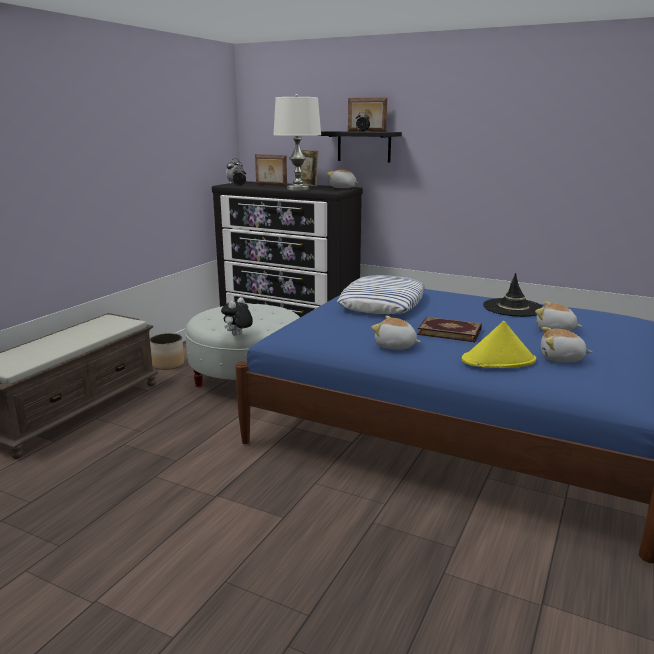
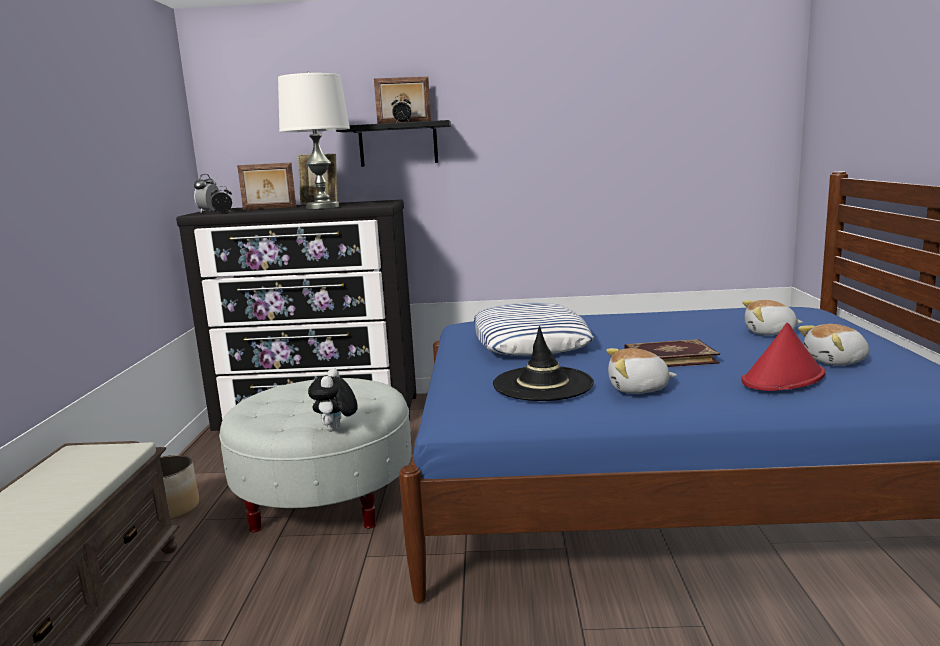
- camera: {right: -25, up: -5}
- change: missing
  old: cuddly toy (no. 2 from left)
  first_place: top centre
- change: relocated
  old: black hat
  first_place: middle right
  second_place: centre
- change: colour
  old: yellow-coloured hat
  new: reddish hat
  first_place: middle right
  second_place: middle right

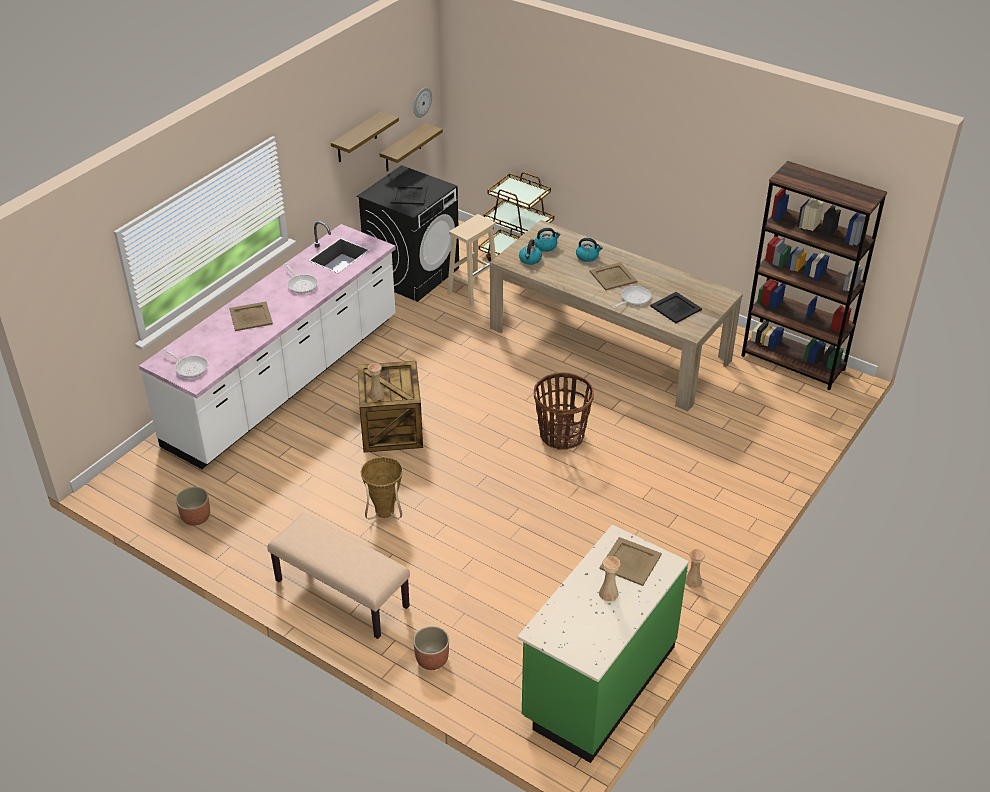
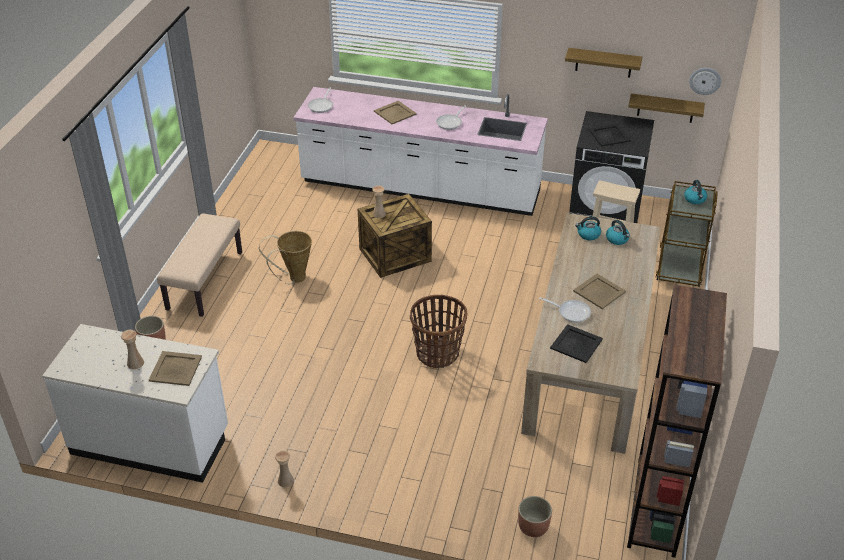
- camera: {right: 70, up: 0}
- change: relocated
  old: flower pot (no. 1 from left in the first image)
  new: flower pot (no. 2 from left)
  first_place: middle left
  second_place: bottom centre
- change: relocated
  old: water kettle (no. 3 from left)
  first_place: top centre
  second_place: middle right
- change: colour
  old: greenish counter
  new: white-coloured counter (no. 1 from left)
  first_place: bottom centre
  second_place: bottom left

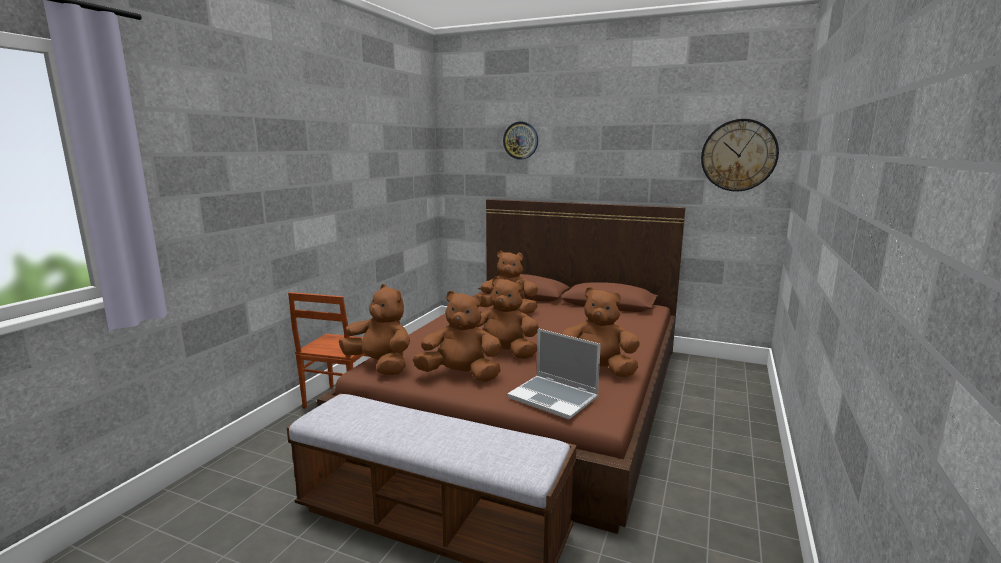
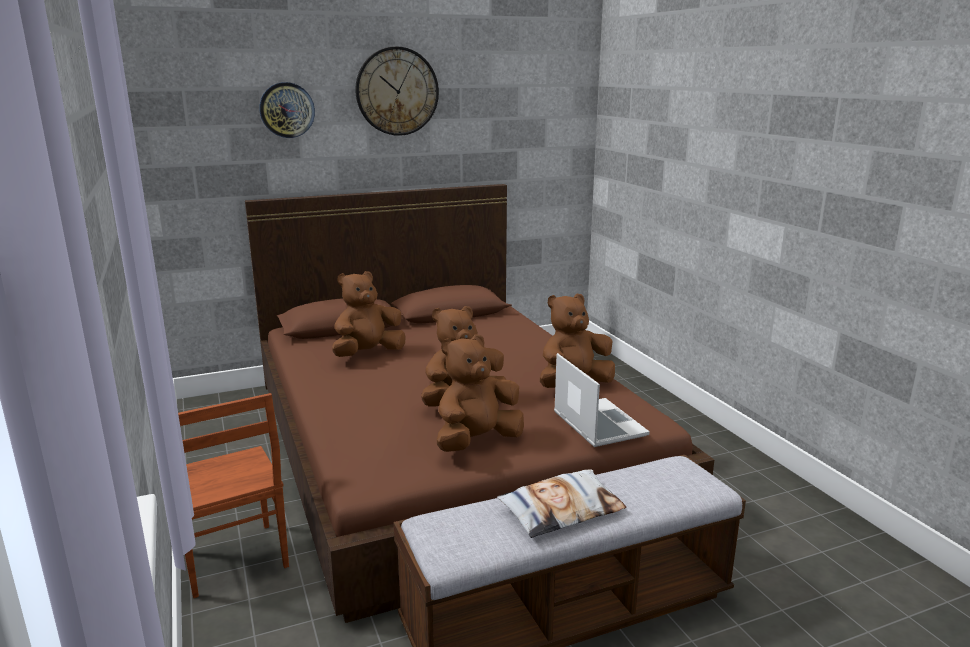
- camera: {right: -45, up: 5}
- change: missing
  old: brown cuddly toy (no. 1 from left)
  first_place: centre
- change: appeared
  new: throw pillow
  second_place: bottom centre
- change: relocated
  old: clock on the wall (no. 2 from left)
  first_place: top right
  second_place: top centre
- change: spun
  old: portable computer
  first_place: centre
  second_place: centre
  degrees: -105

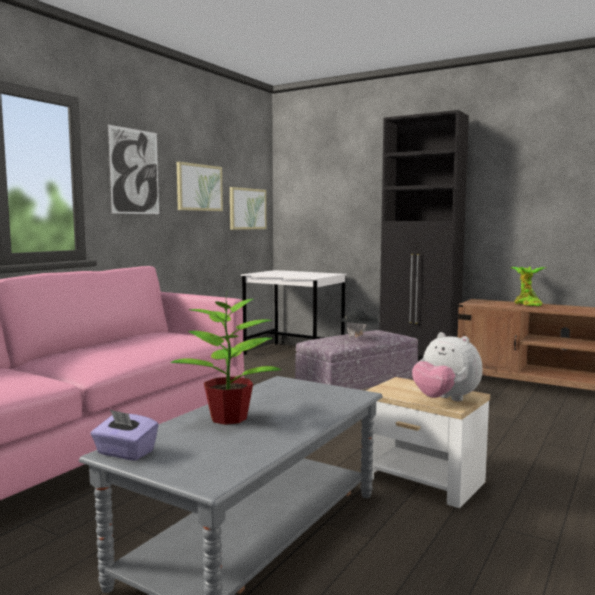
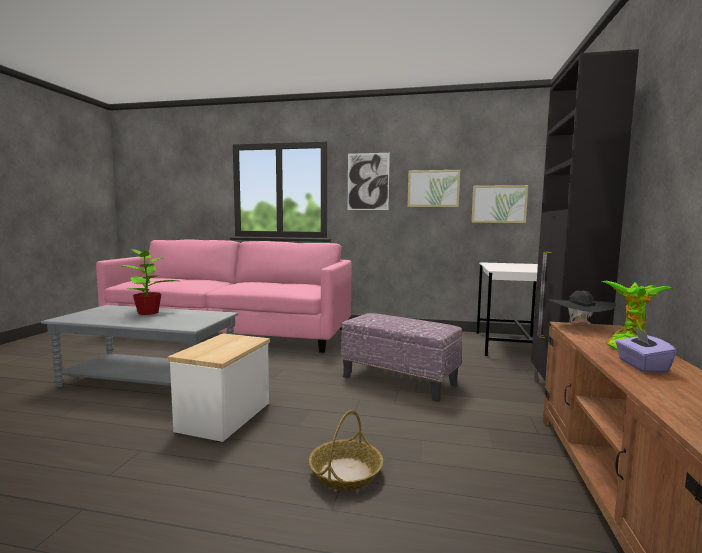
- camera: {right: 70, up: 0}
- change: missing
  old: cuddly toy
  first_place: middle right
- change: appeared
  new: household basket
  second_place: bottom centre
- change: relocated
  old: purple-coloured box of tissues
  first_place: bottom left
  second_place: middle right
- change: relocated
  old: black hat
  first_place: centre
  second_place: middle right

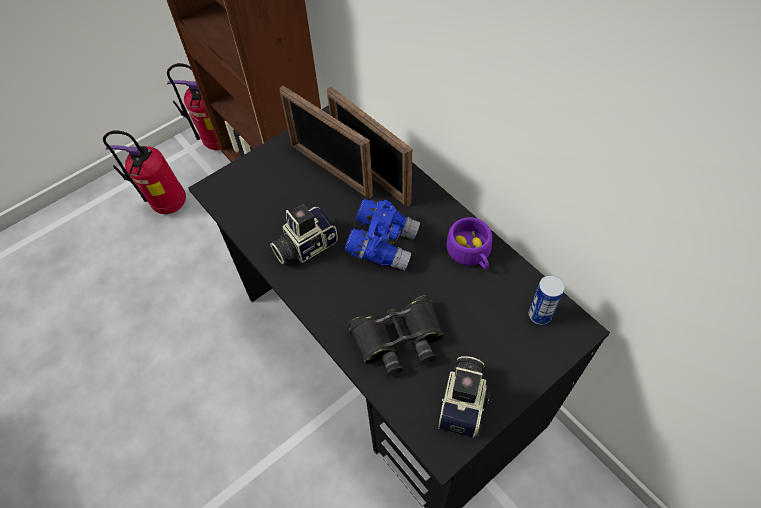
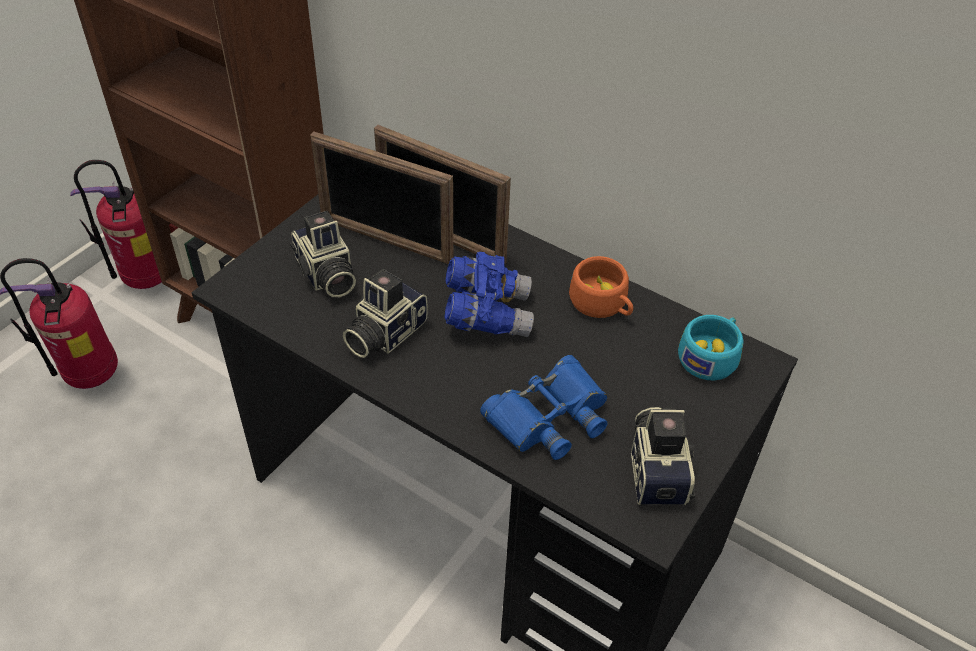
- camera: {right: -20, up: -10}
- change: appeared
  new: photo camera (no. 1 from left)
  second_place: middle left
- change: exchanged
  old: sealed can
  new: turquoise cup
  first_place: middle right
  second_place: middle right
- change: colour
  old: black field glasses
  new: bluish field glasses (no. 2 from left)
  first_place: centre
  second_place: centre
- change: colour
  old: purple-coloured cup
  new: orange cup
  first_place: centre
  second_place: centre

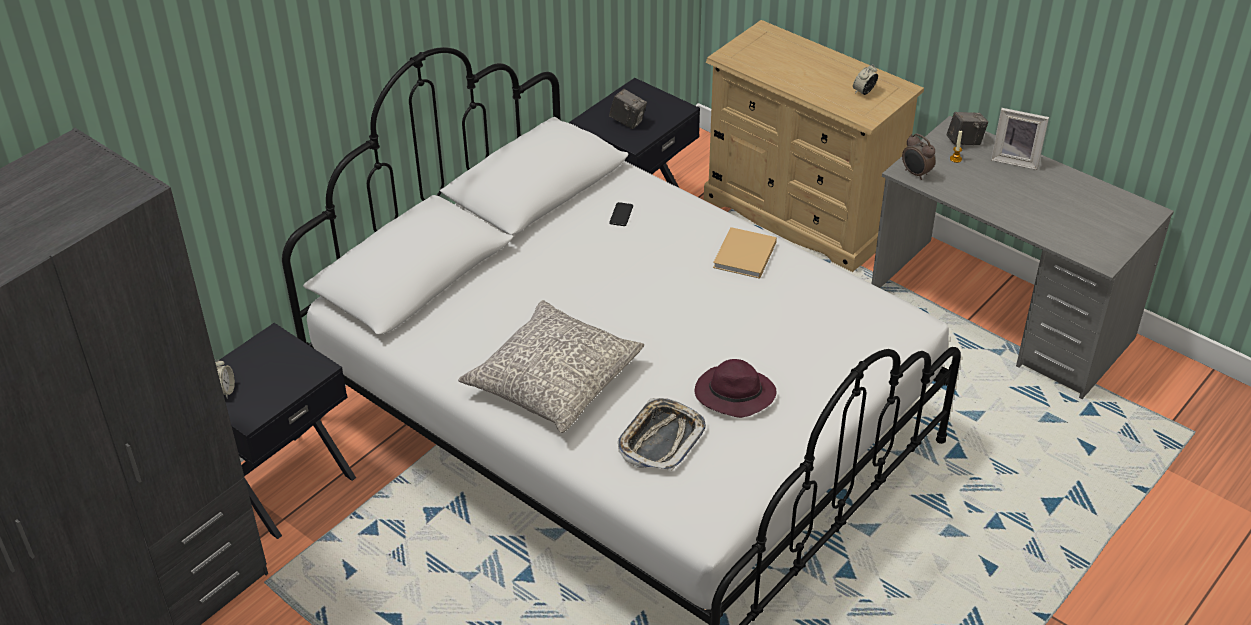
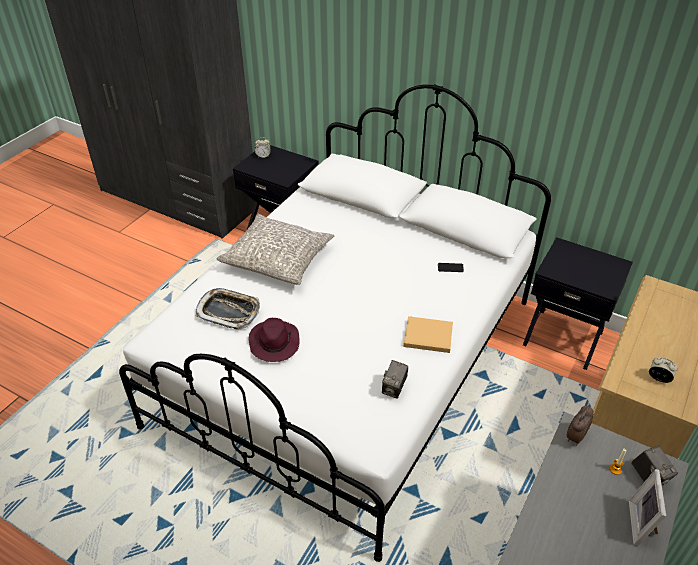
- camera: {right: 80, up: 0}
- change: relocated
  old: photo camera (no. 1 from left)
  first_place: top centre
  second_place: bottom centre

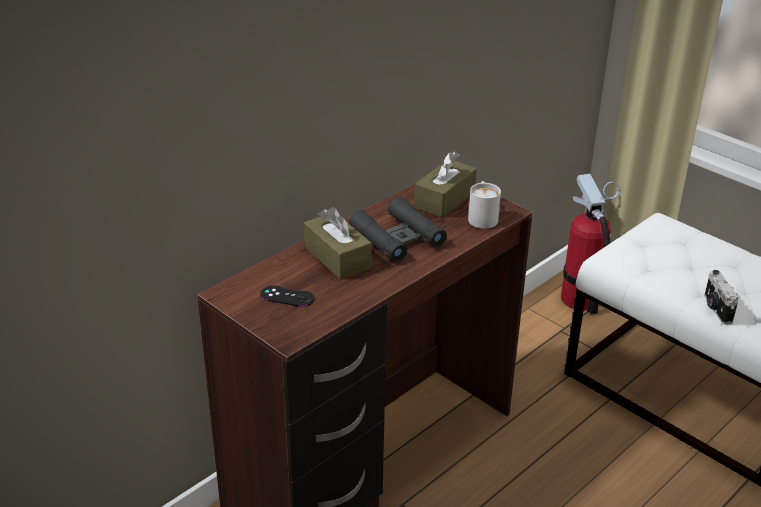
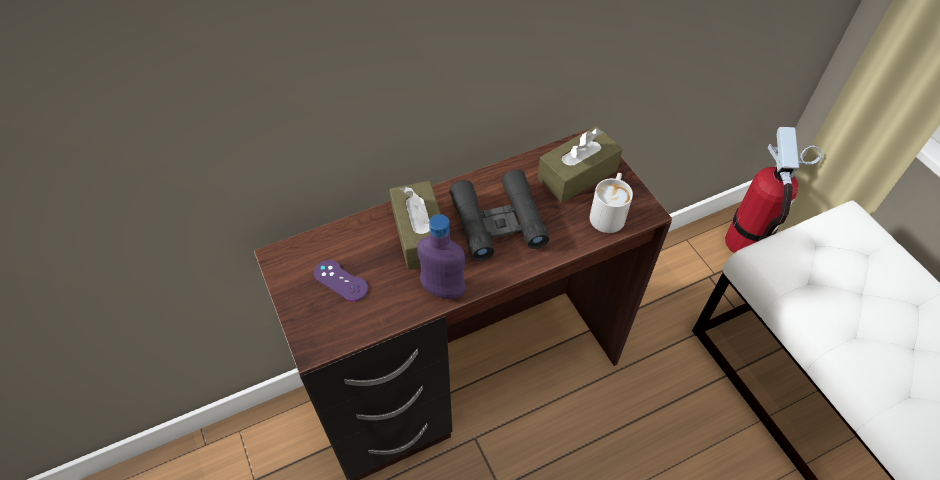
- camera: {right: 20, up: 20}
- change: missing
  old: photo camera
  first_place: middle right
- change: appeared
  new: purple-coloured beverage bottle
  second_place: centre
- change: colour
  old: black joypad
  new: purple-coloured joypad
  first_place: centre
  second_place: centre

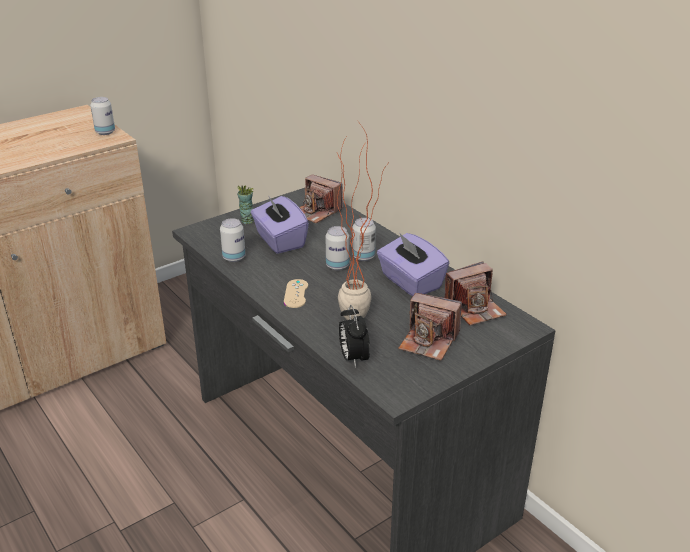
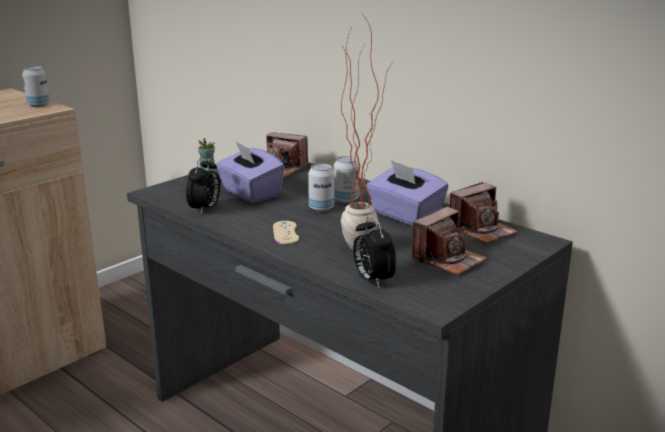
- camera: {right: -10, up: -10}
- change: exchanged
  old: sealed can (no. 2 from left)
  new: bedside clock (no. 1 from left)
  first_place: centre
  second_place: middle left
- change: spun
  old: photo camera (no. 2 from left)
  first_place: centre
  second_place: middle right
  degrees: -60

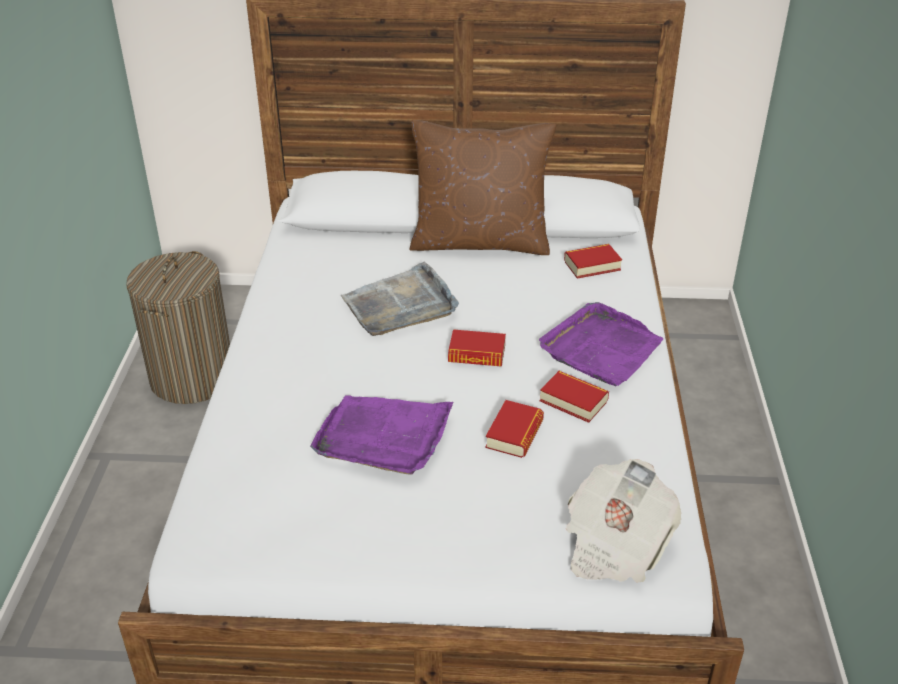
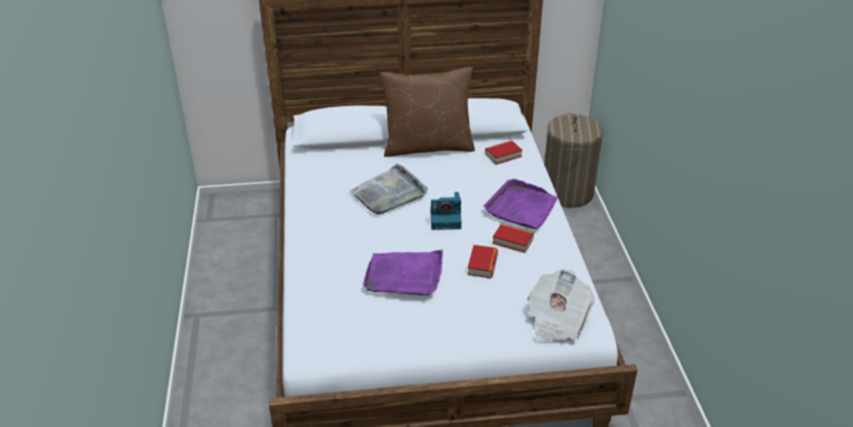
- camera: {right: -10, up: 0}
- change: relocated
  old: washing basket
  first_place: middle left
  second_place: middle right
- change: exchanged
  old: bound book (no. 1 from left)
  new: photo camera
  first_place: centre
  second_place: centre

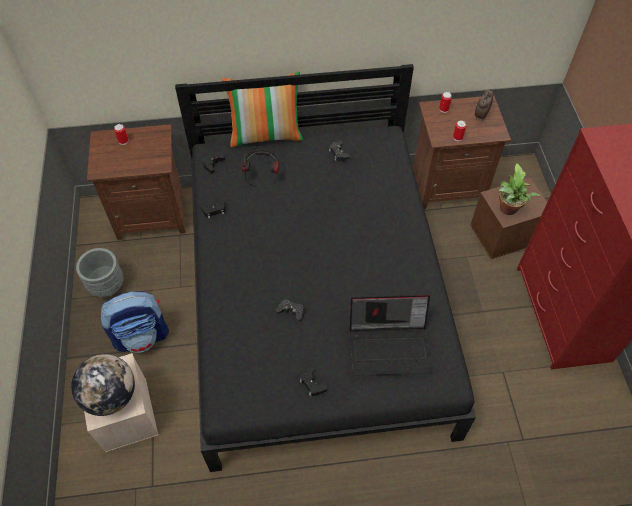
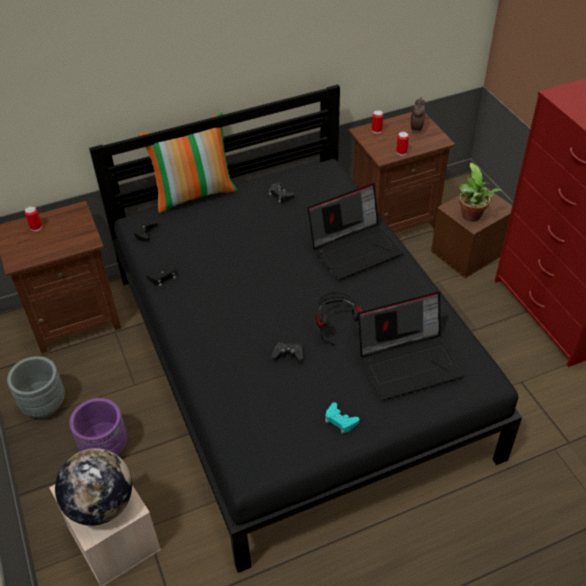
- camera: {right: -15, up: -10}
- change: appeared
  new: portable computer (no. 1 from left)
  second_place: centre
- change: relocated
  old: pair of headphones
  first_place: top centre
  second_place: centre
- change: exchanged
  old: backpack
  new: purple-coloured flower pot
  first_place: middle left
  second_place: bottom left
- change: colour
  old: black joypad (no. 4 from left)
  new: turquoise joypad
  first_place: bottom centre
  second_place: bottom centre

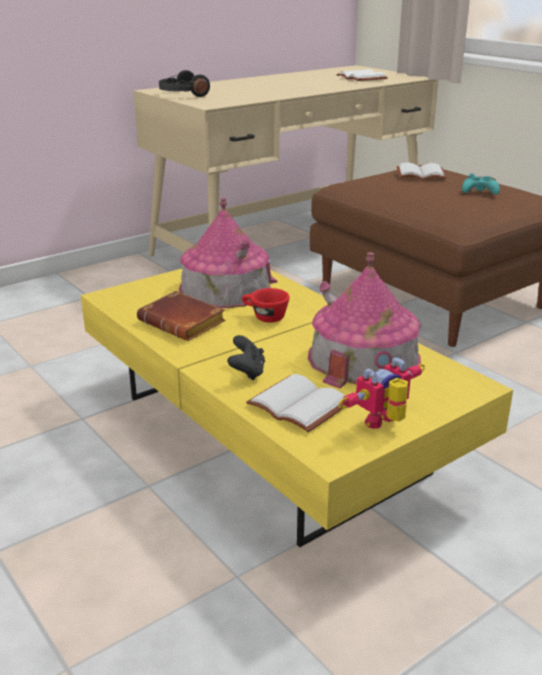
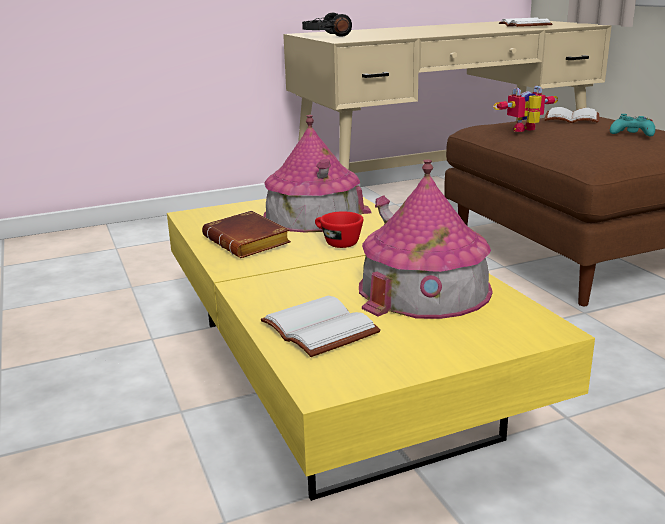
- camera: {right: 15, up: -5}
- change: missing
  old: black joypad
  first_place: centre
- change: relocated
  old: toy robot
  first_place: middle right
  second_place: top right

